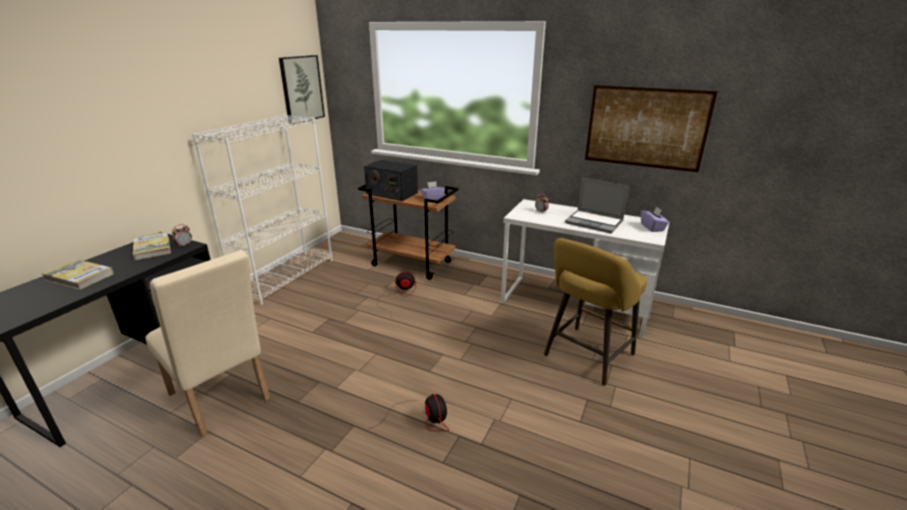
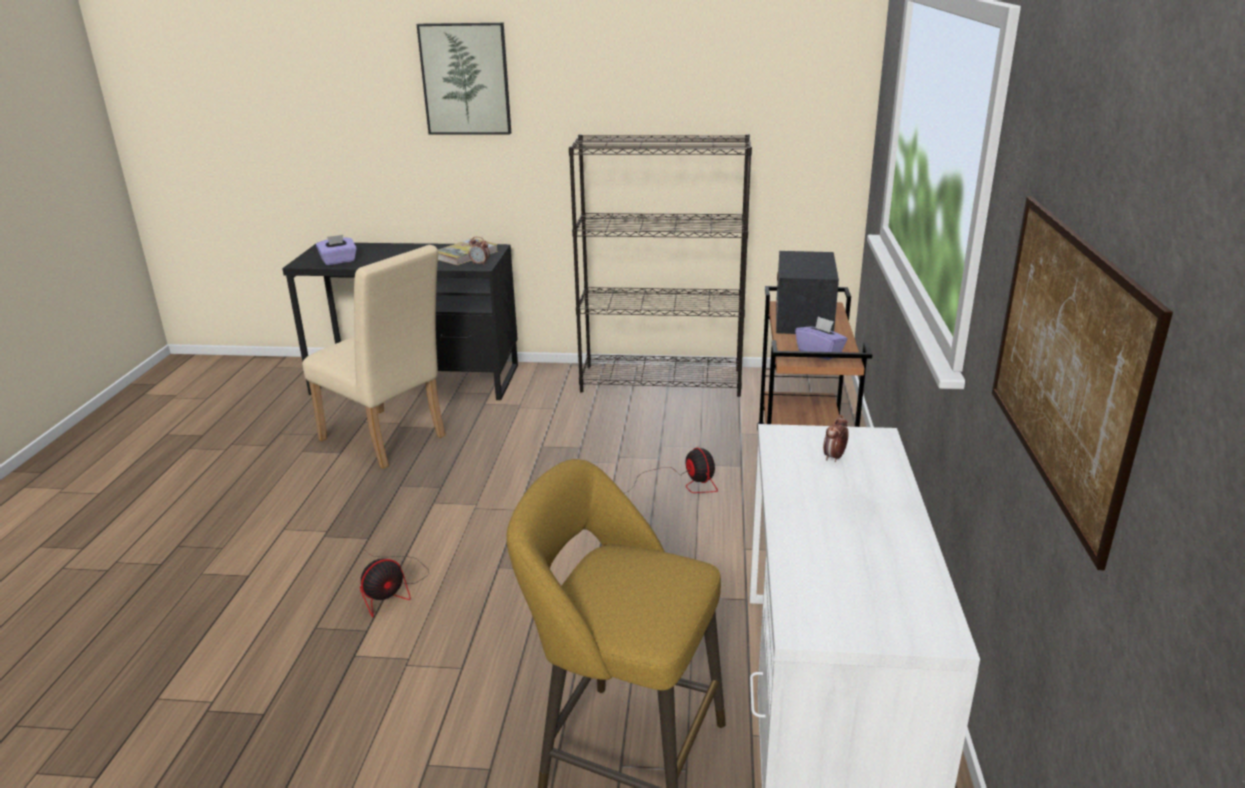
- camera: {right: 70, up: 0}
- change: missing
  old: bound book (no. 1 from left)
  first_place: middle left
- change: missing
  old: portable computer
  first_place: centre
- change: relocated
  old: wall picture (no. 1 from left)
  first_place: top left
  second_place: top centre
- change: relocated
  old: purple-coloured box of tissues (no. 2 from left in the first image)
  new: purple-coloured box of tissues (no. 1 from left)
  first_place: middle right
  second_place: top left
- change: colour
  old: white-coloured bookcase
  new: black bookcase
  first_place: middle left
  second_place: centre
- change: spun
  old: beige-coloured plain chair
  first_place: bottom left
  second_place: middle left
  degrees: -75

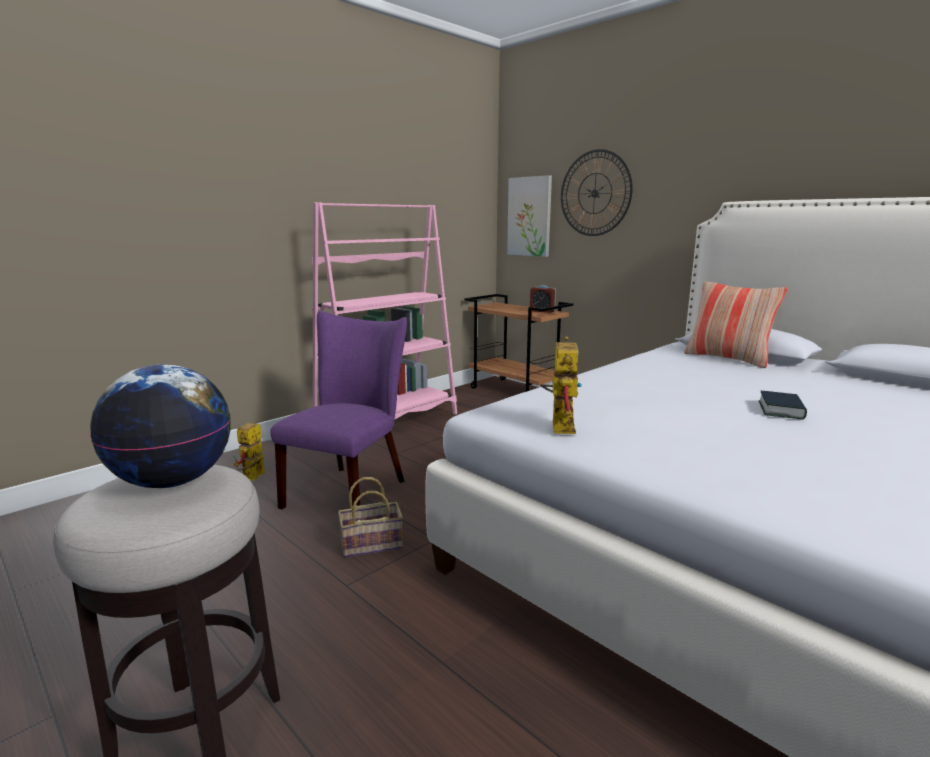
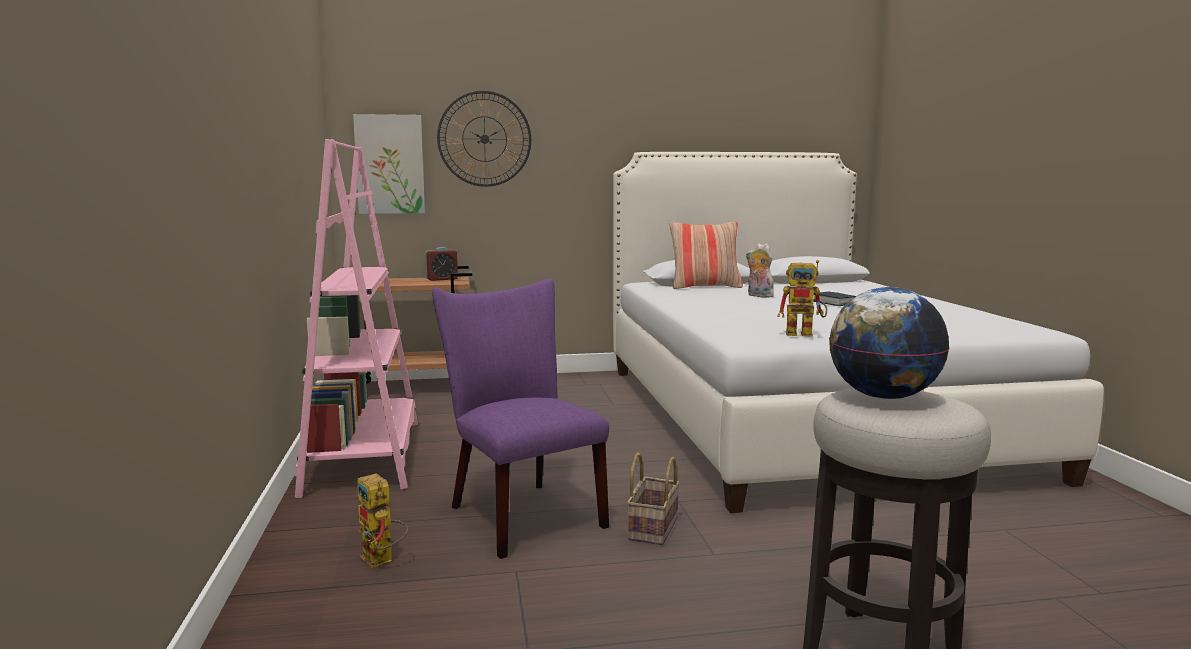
- camera: {right: -55, up: -5}
- change: appeared
  new: cuddly toy
  second_place: centre
- change: spun
  old: toy robot (no. 2 from left)
  first_place: centre
  second_place: middle right
  degrees: 150

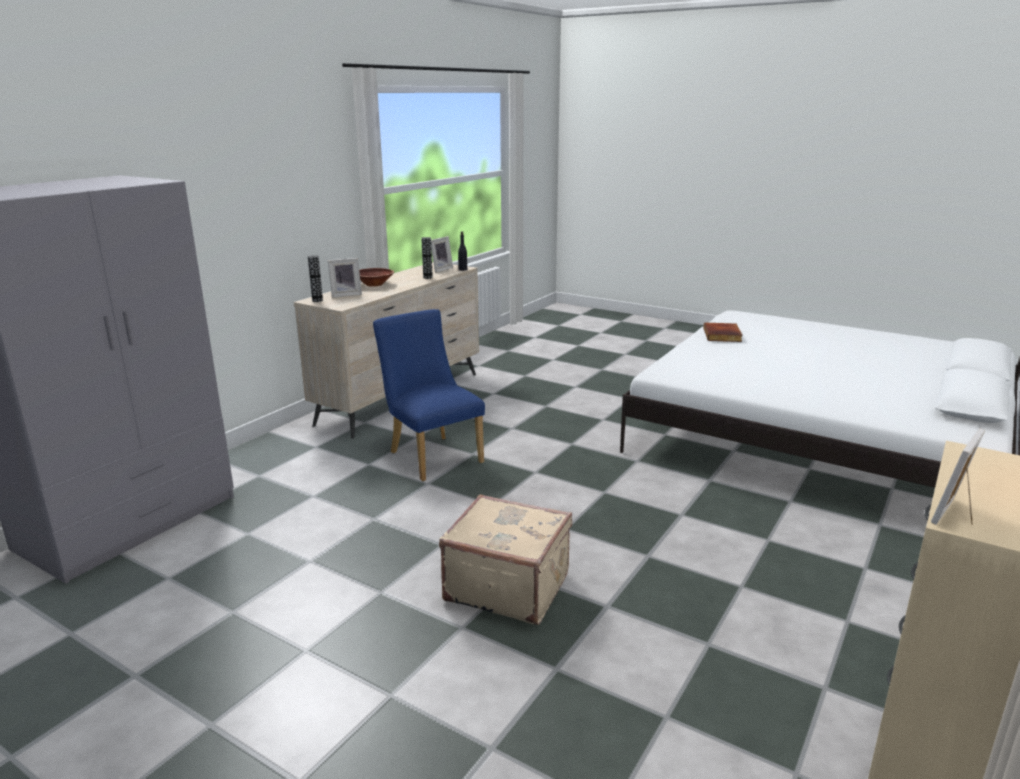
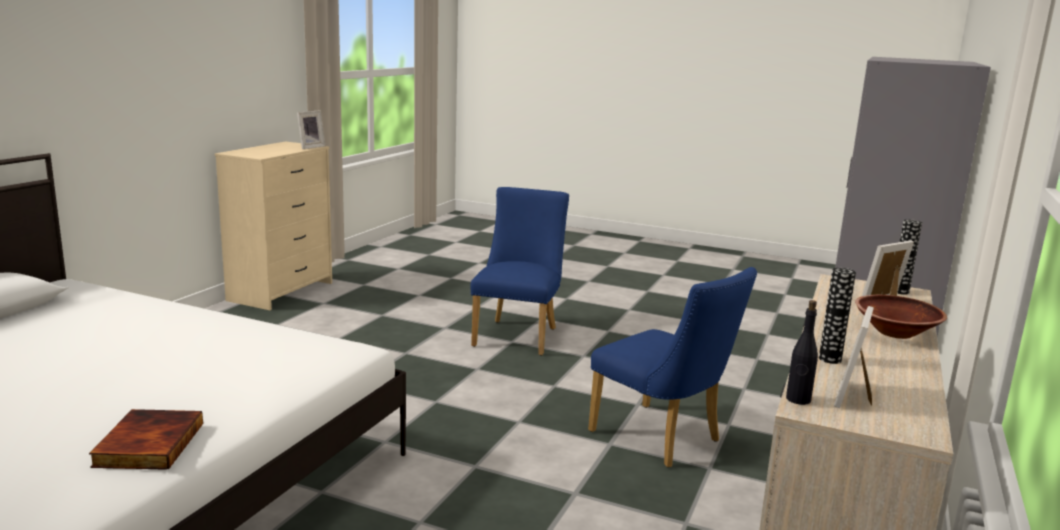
- camera: {right: 170, up: -5}
- change: exchanged
  old: beige-coloured travel case
  new: bluish plain chair (no. 1 from left)
  first_place: bottom centre
  second_place: centre

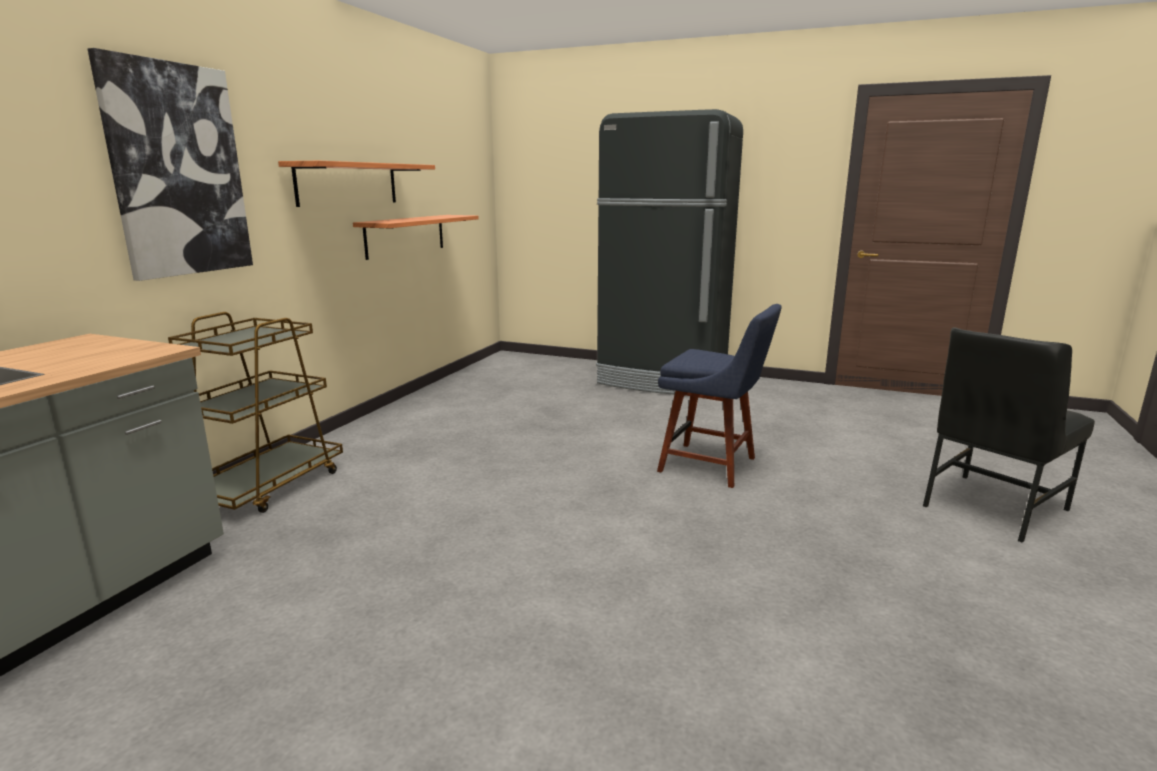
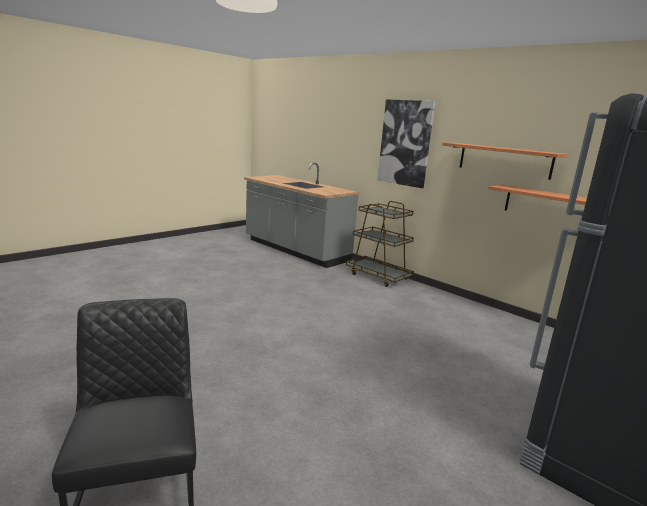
- camera: {right: 110, up: 0}
- change: missing
  old: bluish plain chair
  first_place: centre

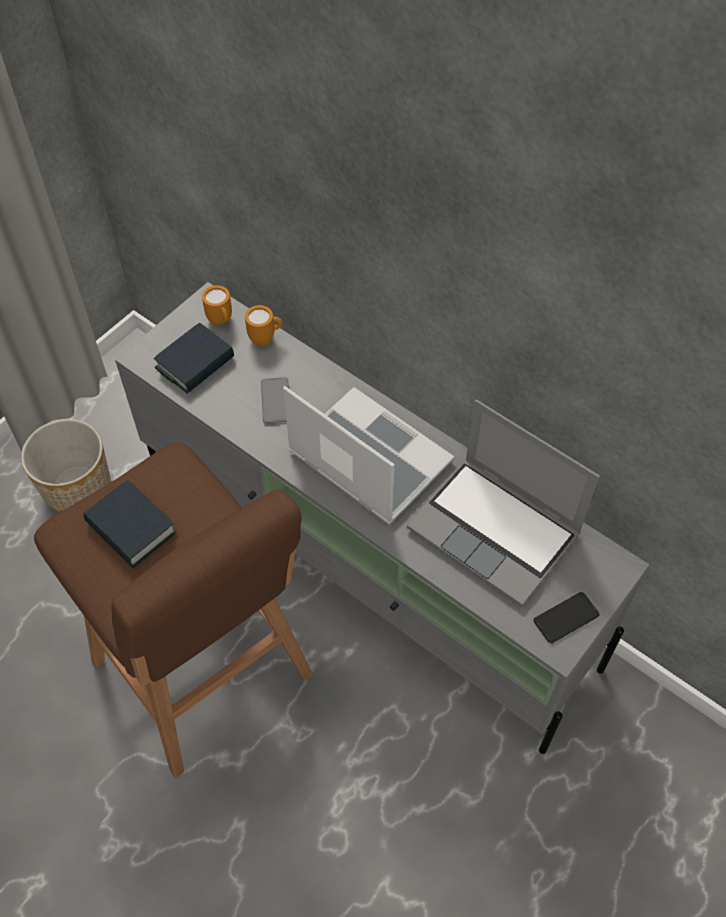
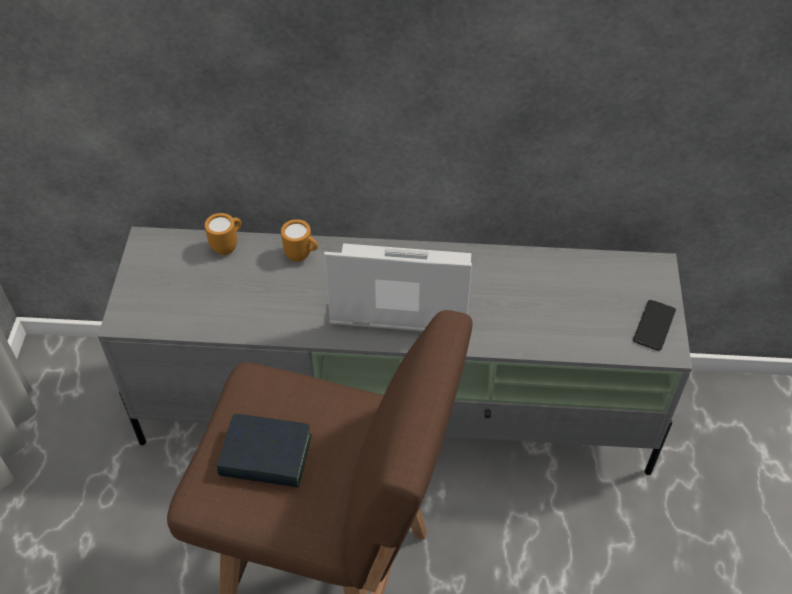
- camera: {right: -35, up: -5}
- change: missing
  old: flower pot
  first_place: middle left
- change: missing
  old: bound book (no. 2 from left)
  first_place: middle left
- change: missing
  old: phone (no. 1 from left)
  first_place: centre
- change: missing
  old: portable computer (no. 2 from left)
  first_place: middle right
- change: relocated
  old: orange coffee mug (no. 1 from left in the first image)
  new: orange coffee mug (no. 2 from left)
  first_place: top left
  second_place: centre

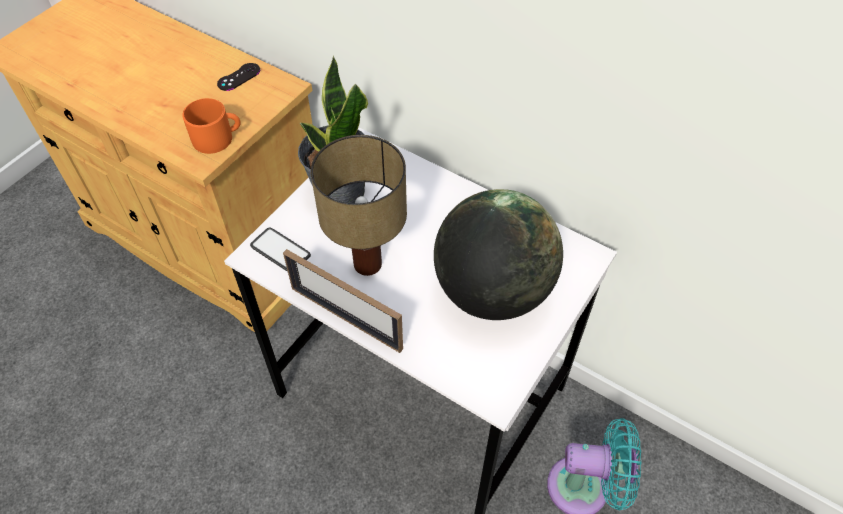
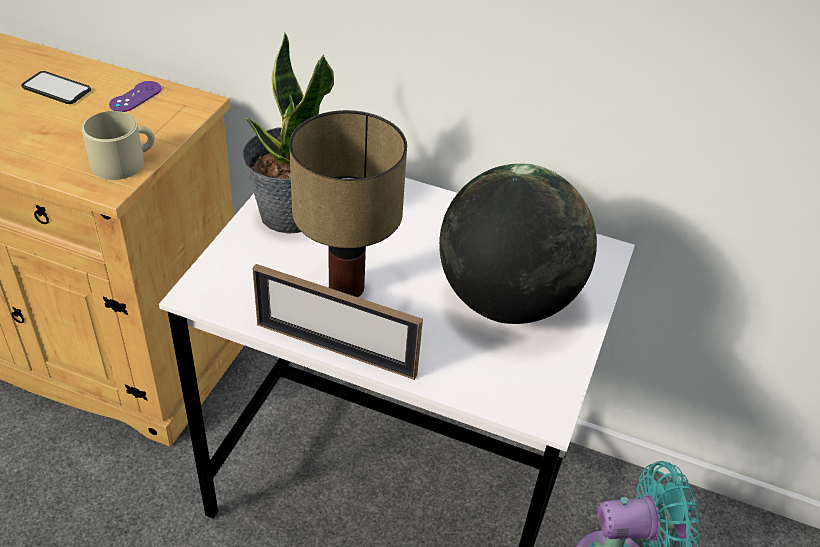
- camera: {right: -15, up: -10}
- change: relocated
  old: phone
  first_place: middle left
  second_place: top left
- change: colour
  old: orange coffee mug
  new: beige-coloured coffee mug
  first_place: top left
  second_place: top left
- change: colour
  old: black joypad
  new: purple-coloured joypad
  first_place: top left
  second_place: top left

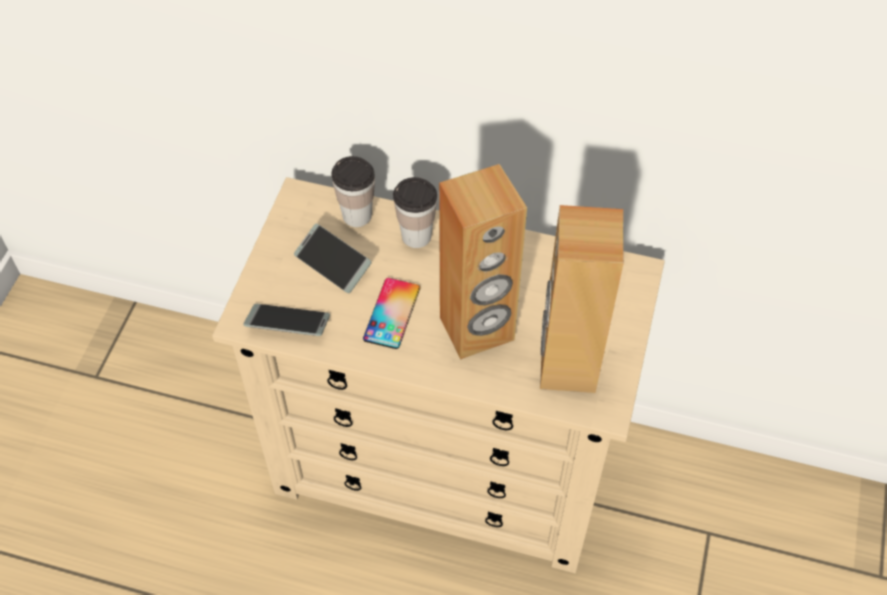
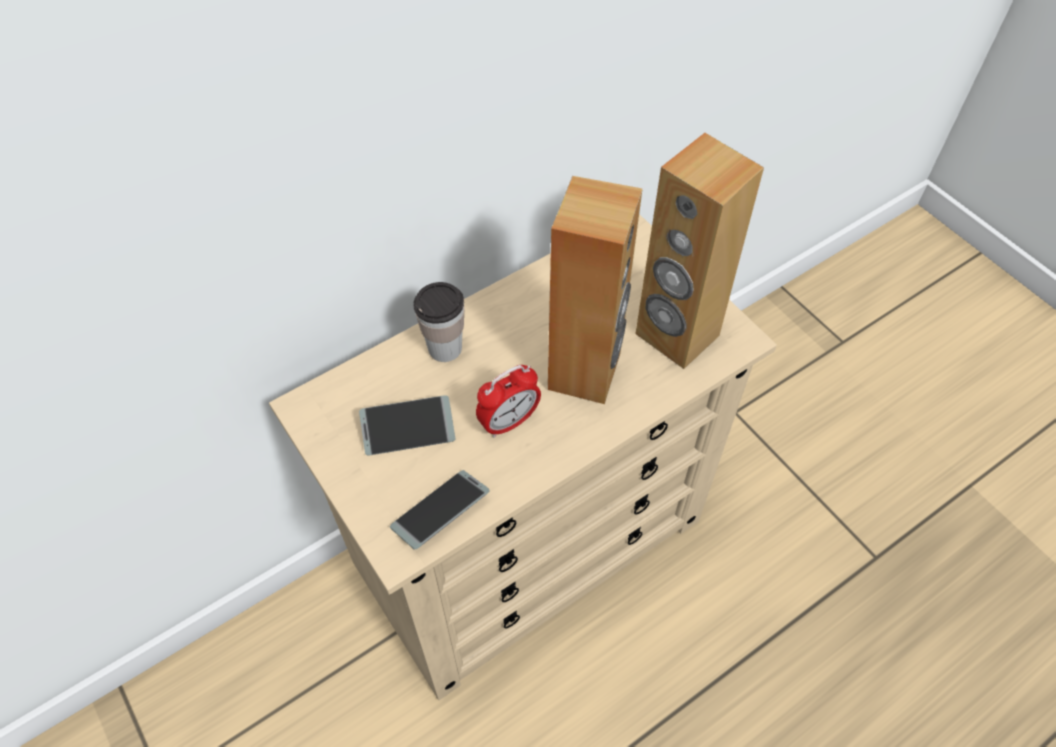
- camera: {right: -50, up: 0}
- change: missing
  old: cup (no. 1 from left)
  first_place: top centre
- change: exchanged
  old: phone (no. 3 from left)
  new: bedside clock
  first_place: centre
  second_place: centre

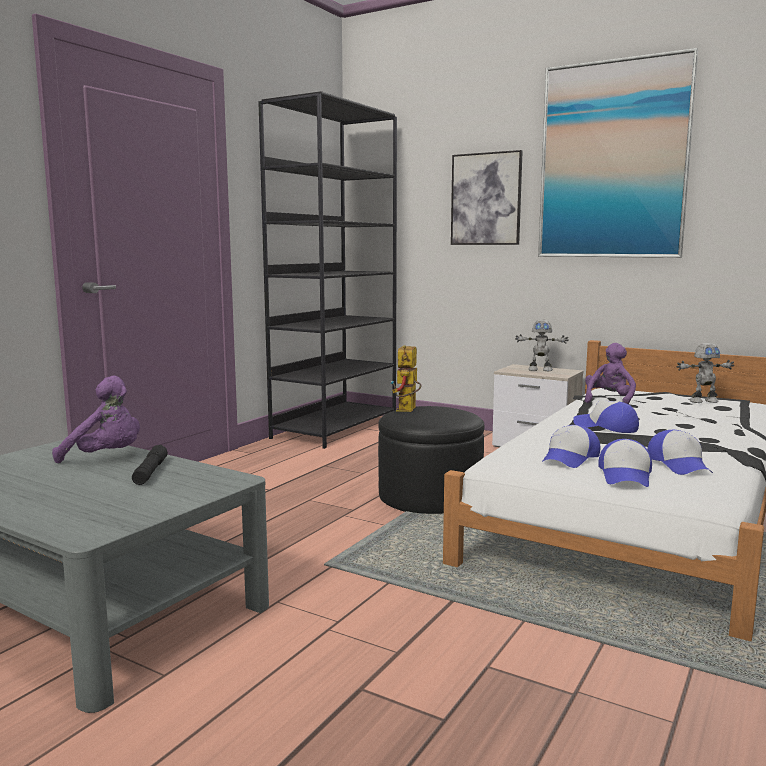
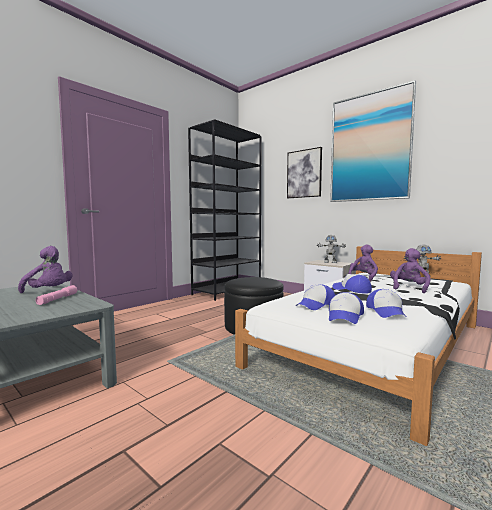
- camera: {right: 10, up: -5}
- change: missing
  old: toy robot (no. 1 from left)
  first_place: centre
- change: appeared
  new: purple-coloured cuddly toy (no. 3 from left)
  second_place: middle right
- change: colour
  old: black torch
  new: pinkish torch
  first_place: middle left
  second_place: middle left

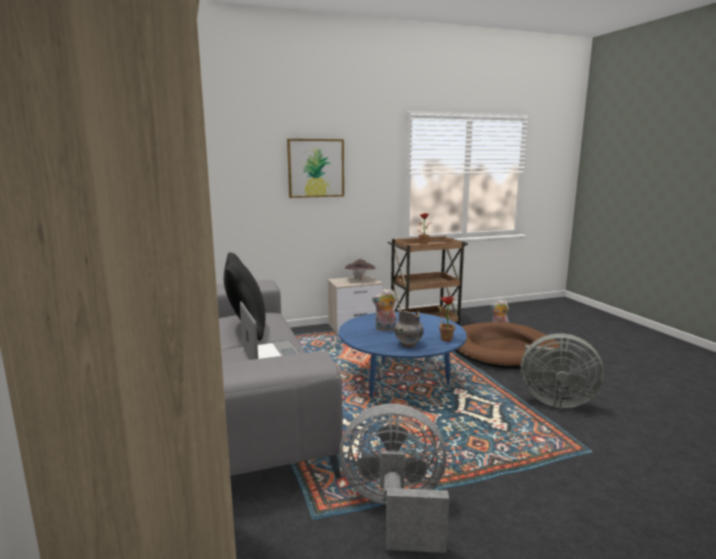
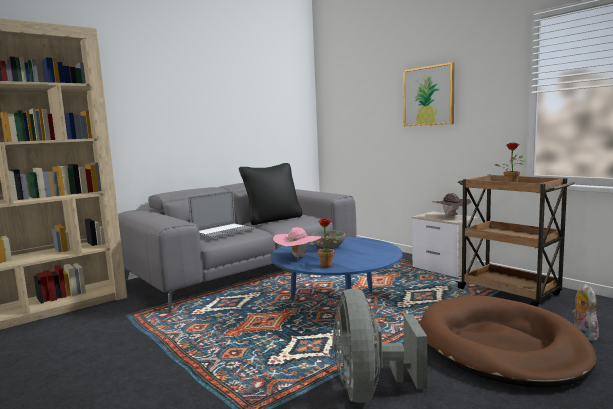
- camera: {right: 70, up: -5}
- change: missing
  old: gray cooling fan (no. 1 from left)
  first_place: bottom centre
- change: exchanged
  old: cuddly toy (no. 1 from left)
  new: gray deep dish
  first_place: centre
  second_place: centre
- change: exchanged
  old: gray flower vase
  new: pinkish hat
  first_place: centre
  second_place: centre

